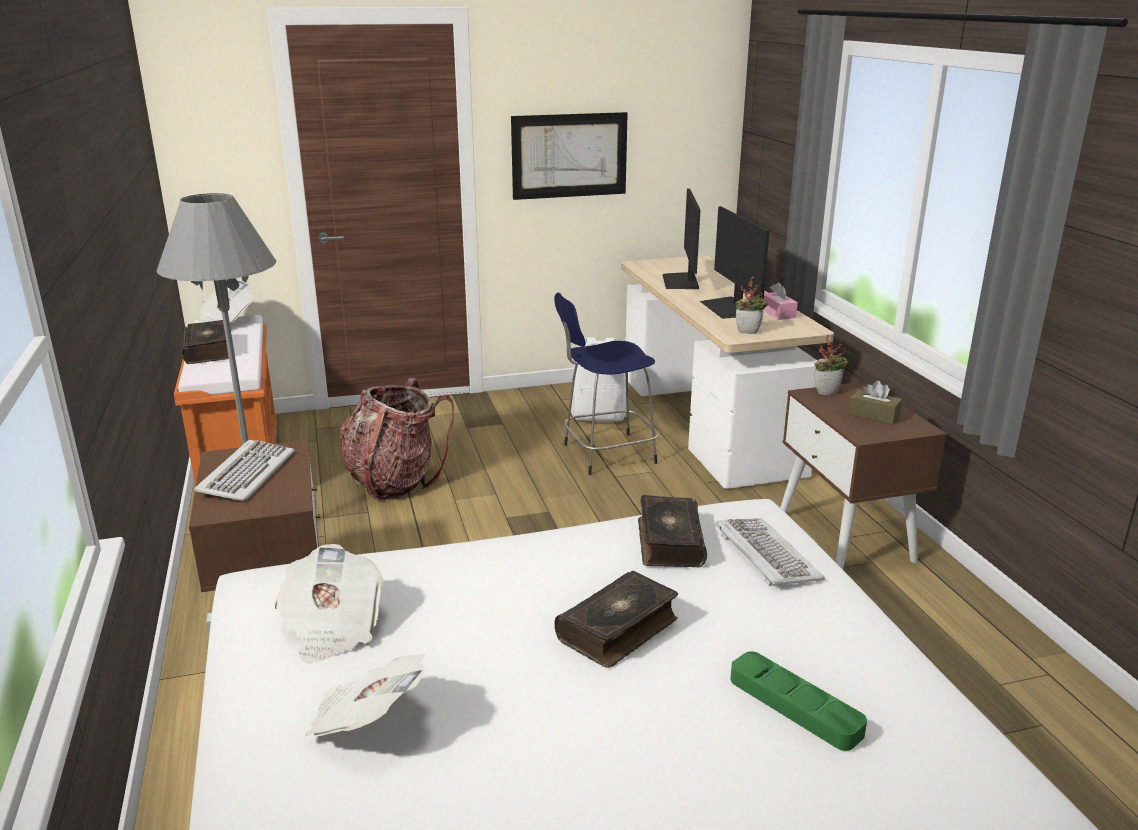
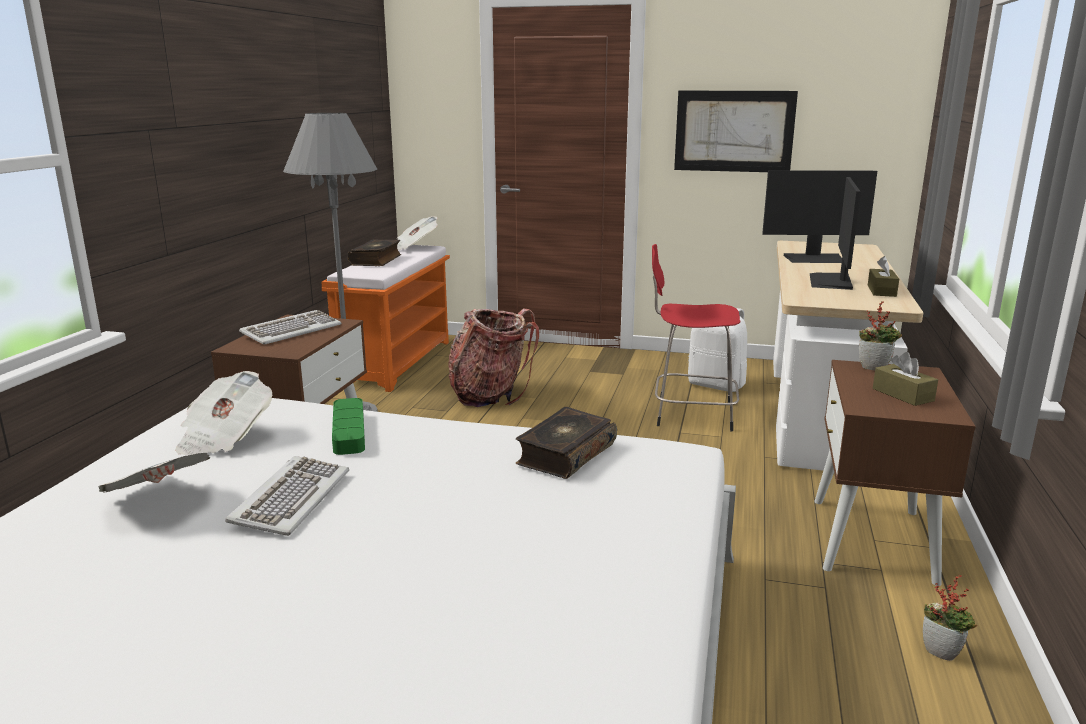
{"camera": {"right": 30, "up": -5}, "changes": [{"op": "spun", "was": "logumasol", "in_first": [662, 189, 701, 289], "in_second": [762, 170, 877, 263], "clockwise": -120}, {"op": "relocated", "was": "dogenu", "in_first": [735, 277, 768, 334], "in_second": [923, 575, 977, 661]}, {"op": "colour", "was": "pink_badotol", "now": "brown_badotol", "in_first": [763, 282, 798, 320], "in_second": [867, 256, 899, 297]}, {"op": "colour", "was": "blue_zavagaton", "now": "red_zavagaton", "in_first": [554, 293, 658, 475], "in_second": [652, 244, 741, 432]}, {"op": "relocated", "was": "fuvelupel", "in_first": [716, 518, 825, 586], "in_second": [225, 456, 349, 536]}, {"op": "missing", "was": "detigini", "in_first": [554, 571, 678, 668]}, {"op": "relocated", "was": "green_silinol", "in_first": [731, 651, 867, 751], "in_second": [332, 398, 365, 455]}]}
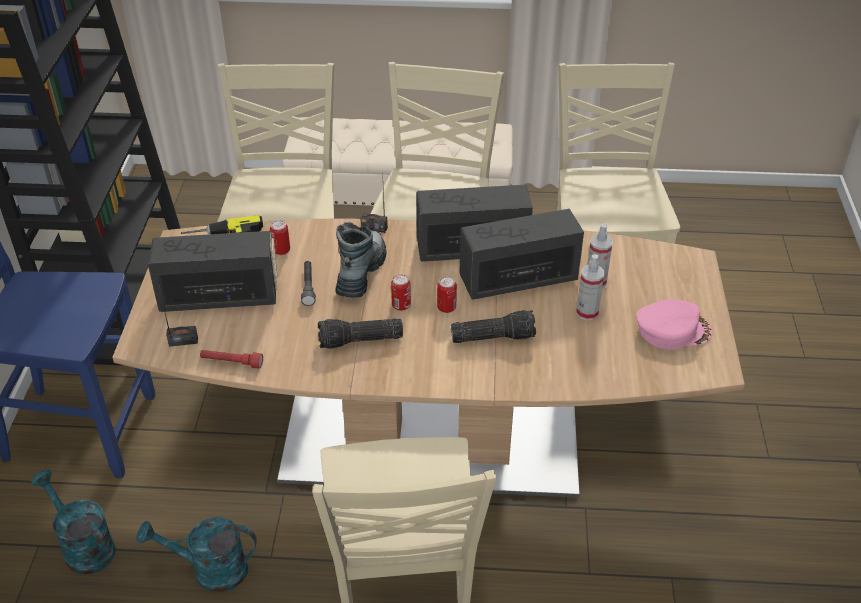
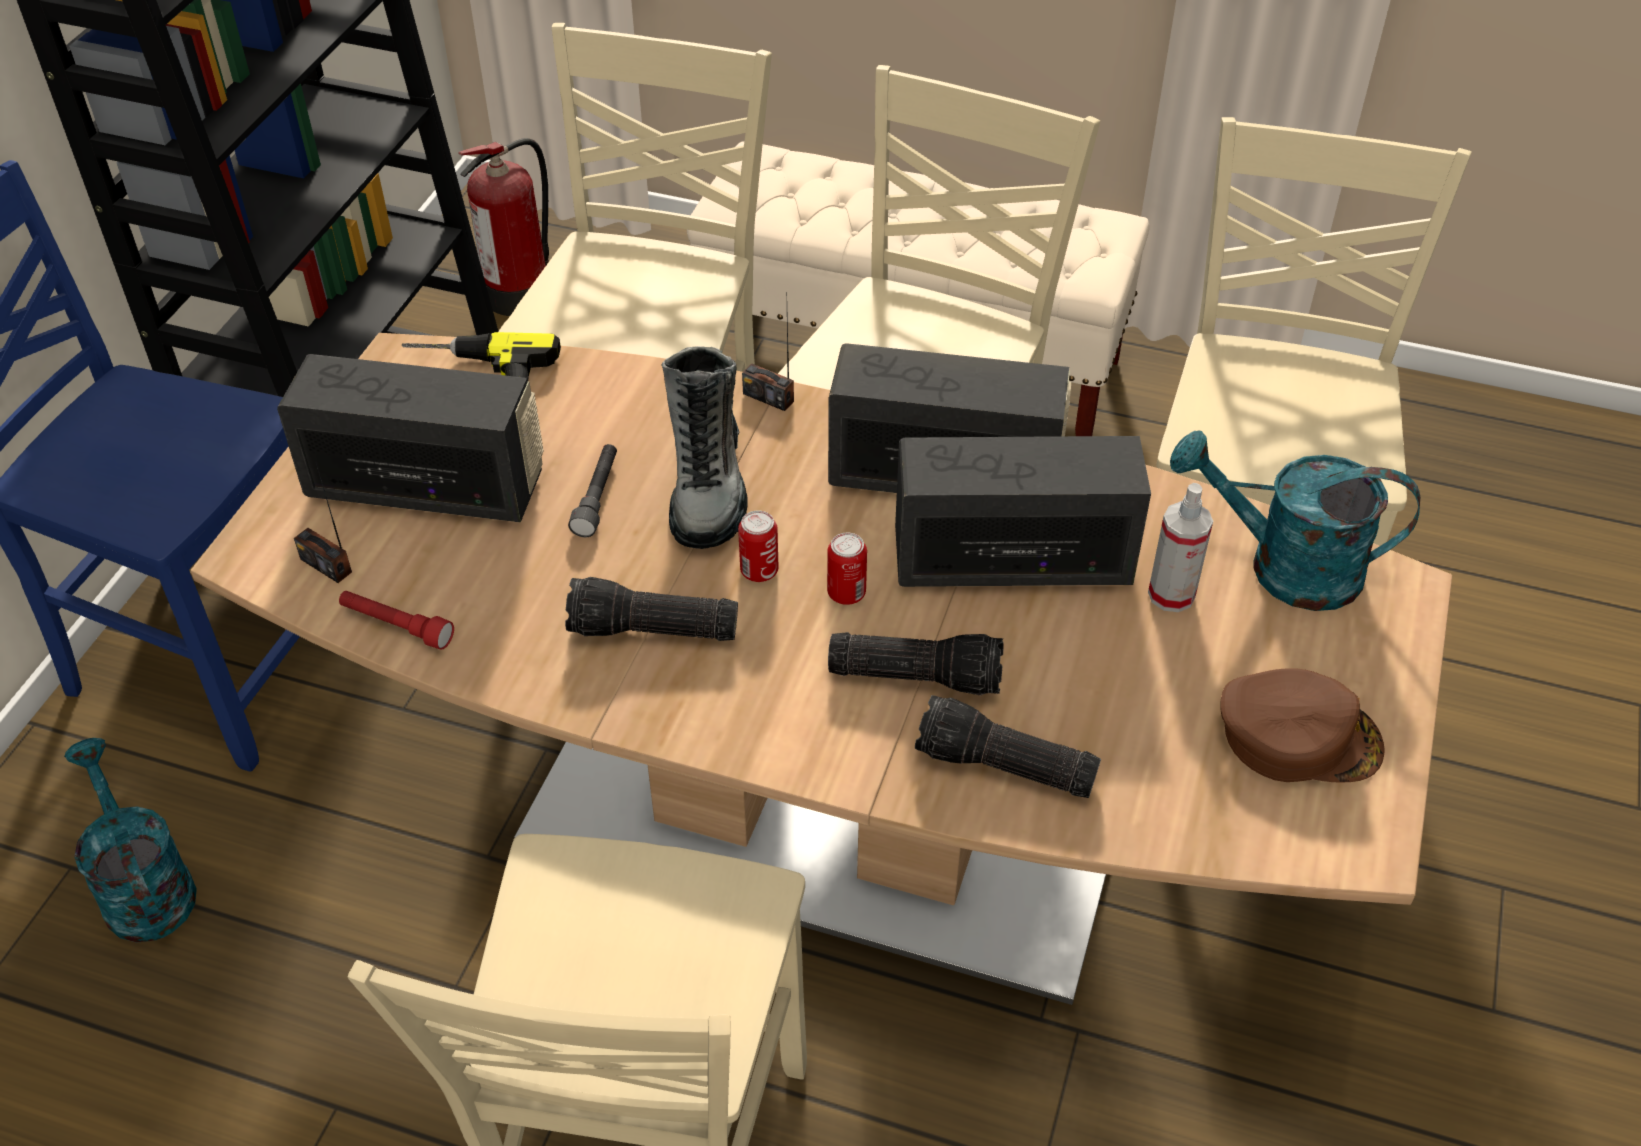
{"camera": {"right": 15, "up": 5}, "changes": [{"op": "missing", "was": "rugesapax", "in_first": [270, 220, 290, 255]}, {"op": "spun", "was": "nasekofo", "in_first": [335, 222, 386, 298], "in_second": [662, 346, 748, 549], "clockwise": 150}, {"op": "missing", "was": "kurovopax", "in_first": [576, 254, 605, 321]}, {"op": "spun", "was": "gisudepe", "in_first": [160, 292, 198, 347], "in_second": [294, 464, 352, 583], "clockwise": -150}, {"op": "colour", "was": "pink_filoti", "now": "brown_filoti", "in_first": [636, 299, 713, 350], "in_second": [1220, 668, 1385, 783]}, {"op": "relocated", "was": "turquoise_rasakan", "in_first": [137, 517, 257, 592], "in_second": [1170, 430, 1420, 611]}, {"op": "appeared", "now": "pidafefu", "in_second": [458, 138, 549, 316]}, {"op": "appeared", "now": "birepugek", "in_second": [915, 695, 1101, 798]}]}
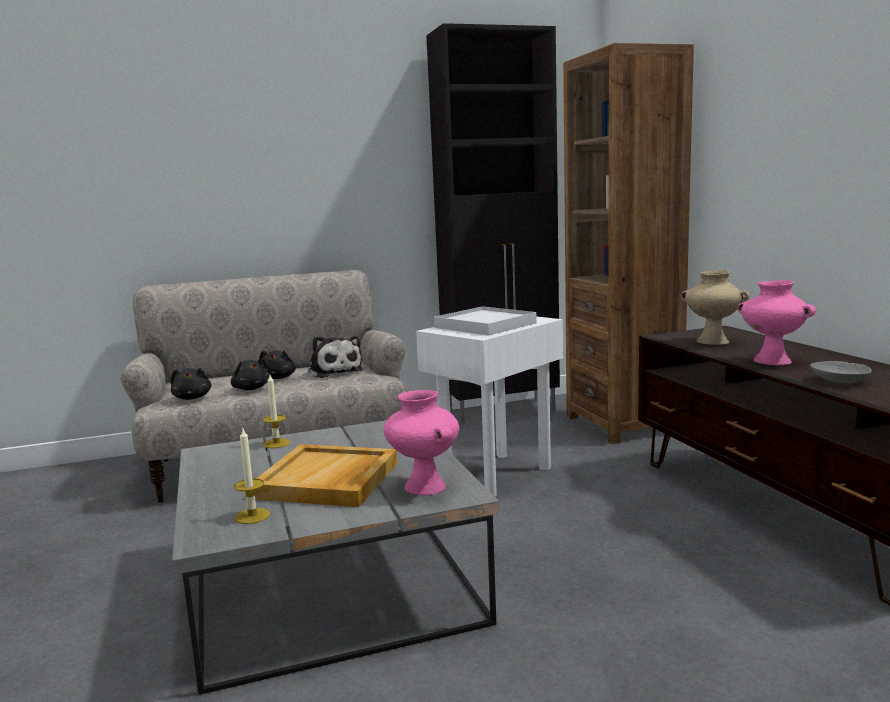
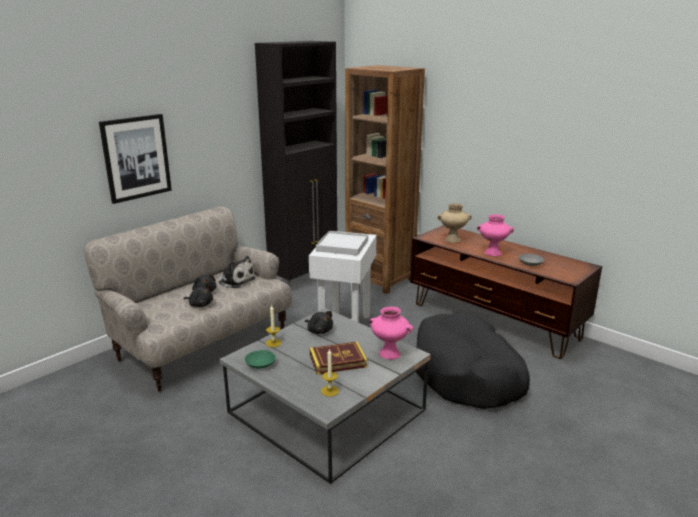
{"camera": {"right": -30, "up": 10}, "changes": [{"op": "relocated", "was": "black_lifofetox", "in_first": [171, 368, 211, 400], "in_second": [305, 311, 333, 334]}, {"op": "exchanged", "was": "beige_silinol", "now": "detigini", "in_first": [254, 444, 398, 507], "in_second": [310, 342, 367, 374]}, {"op": "appeared", "now": "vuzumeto", "in_second": [99, 114, 172, 204]}, {"op": "appeared", "now": "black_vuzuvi", "in_second": [416, 312, 530, 409]}, {"op": "appeared", "now": "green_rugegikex", "in_second": [245, 350, 276, 369]}]}
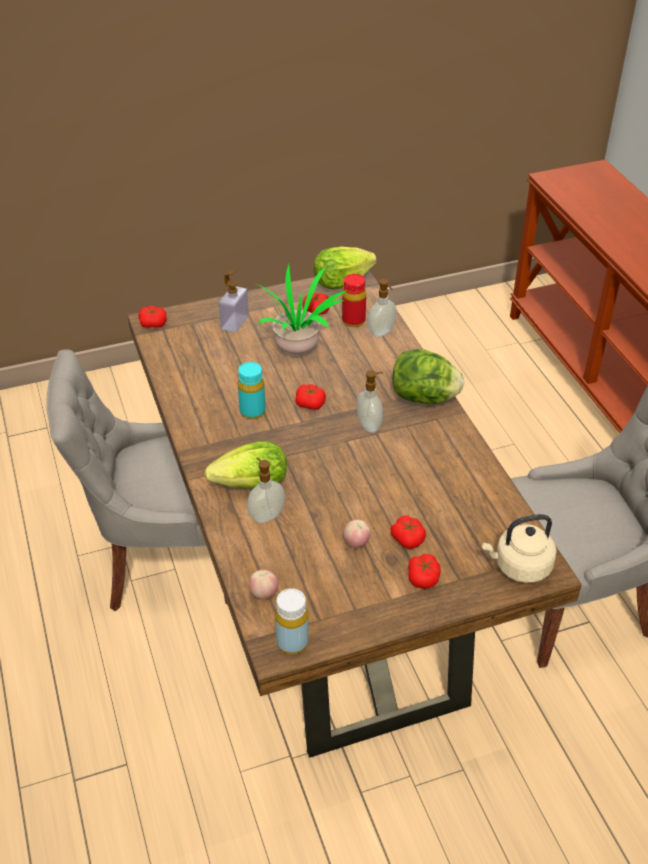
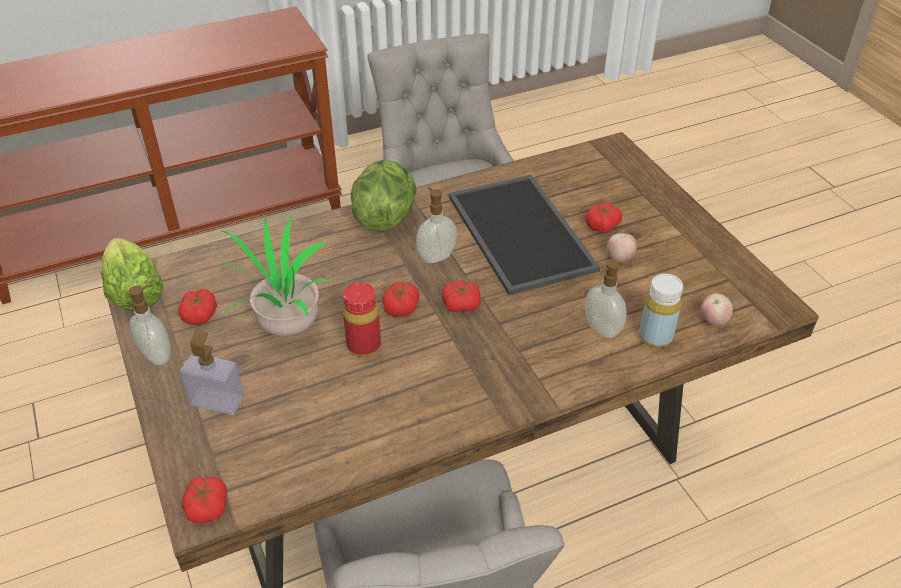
{"camera": {"right": -95, "up": 0}, "changes": [{"op": "relocated", "was": "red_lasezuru", "in_first": [342, 274, 366, 327], "in_second": [343, 283, 381, 357]}, {"op": "relocated", "was": "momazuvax", "in_first": [368, 279, 397, 337], "in_second": [128, 284, 171, 365]}, {"op": "missing", "was": "turquoise_lasezuru", "in_first": [238, 362, 266, 419]}, {"op": "missing", "was": "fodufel", "in_first": [205, 441, 287, 489]}, {"op": "missing", "was": "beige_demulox", "in_first": [482, 514, 557, 583]}, {"op": "relocated", "was": "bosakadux", "in_first": [408, 554, 441, 589], "in_second": [442, 280, 481, 312]}, {"op": "relocated", "was": "yellow_lasezuru", "in_first": [275, 588, 309, 654], "in_second": [639, 274, 683, 348]}, {"op": "appeared", "now": "silinol", "in_second": [449, 175, 600, 295]}]}
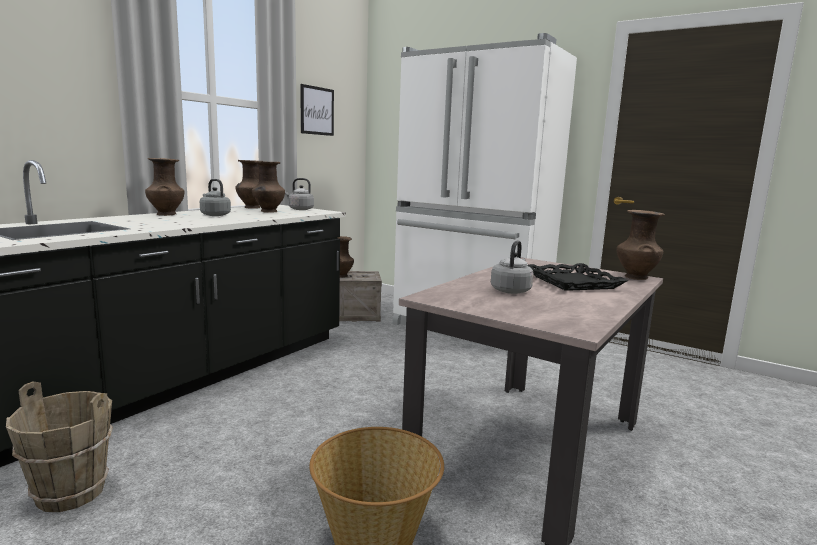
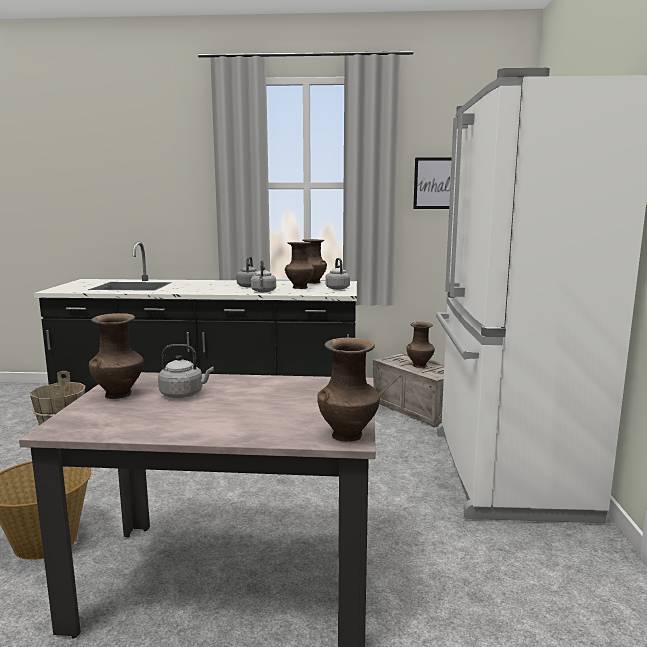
{"camera": {"right": 60, "up": 0}, "changes": [{"op": "relocated", "was": "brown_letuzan", "in_first": [145, 158, 184, 216], "in_second": [89, 313, 144, 399]}, {"op": "missing", "was": "black_silinol", "in_first": [528, 263, 628, 291]}, {"op": "appeared", "now": "grey_demulox", "in_second": [251, 260, 276, 292]}]}
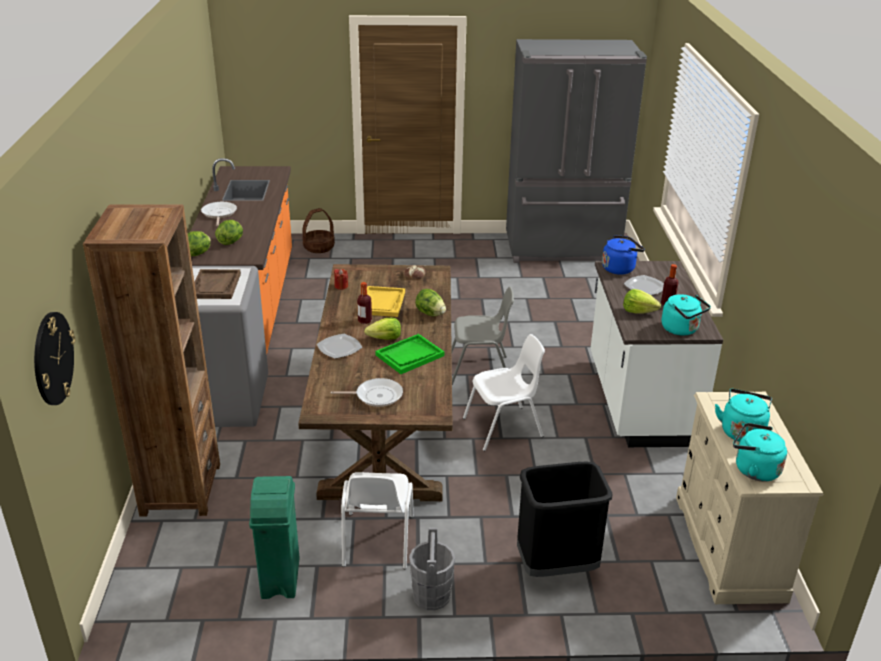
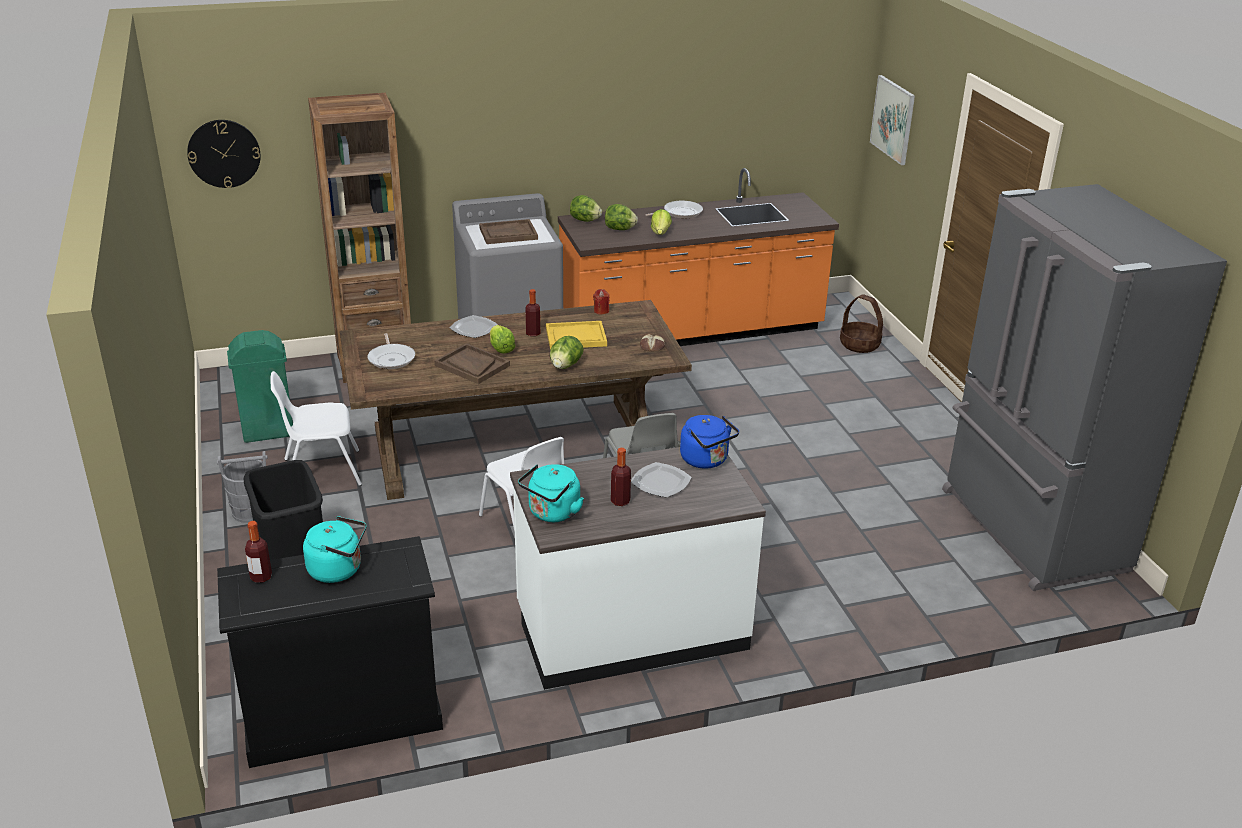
{"camera": {"right": 75, "up": 0}, "changes": [{"op": "relocated", "was": "fodufel", "in_first": [623, 289, 661, 314], "in_second": [651, 209, 672, 235]}, {"op": "colour", "was": "green_silinol", "now": "brown_silinol", "in_first": [376, 334, 444, 374], "in_second": [434, 343, 510, 384]}, {"op": "colour", "was": "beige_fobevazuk", "now": "black_fobevazuk", "in_first": [676, 392, 823, 604], "in_second": [217, 536, 443, 768]}, {"op": "exchanged", "was": "turquoise_demulox", "now": "lasezuru", "in_first": [733, 423, 787, 481], "in_second": [245, 521, 272, 583]}, {"op": "appeared", "now": "vuzumeto", "in_second": [870, 75, 915, 165]}]}
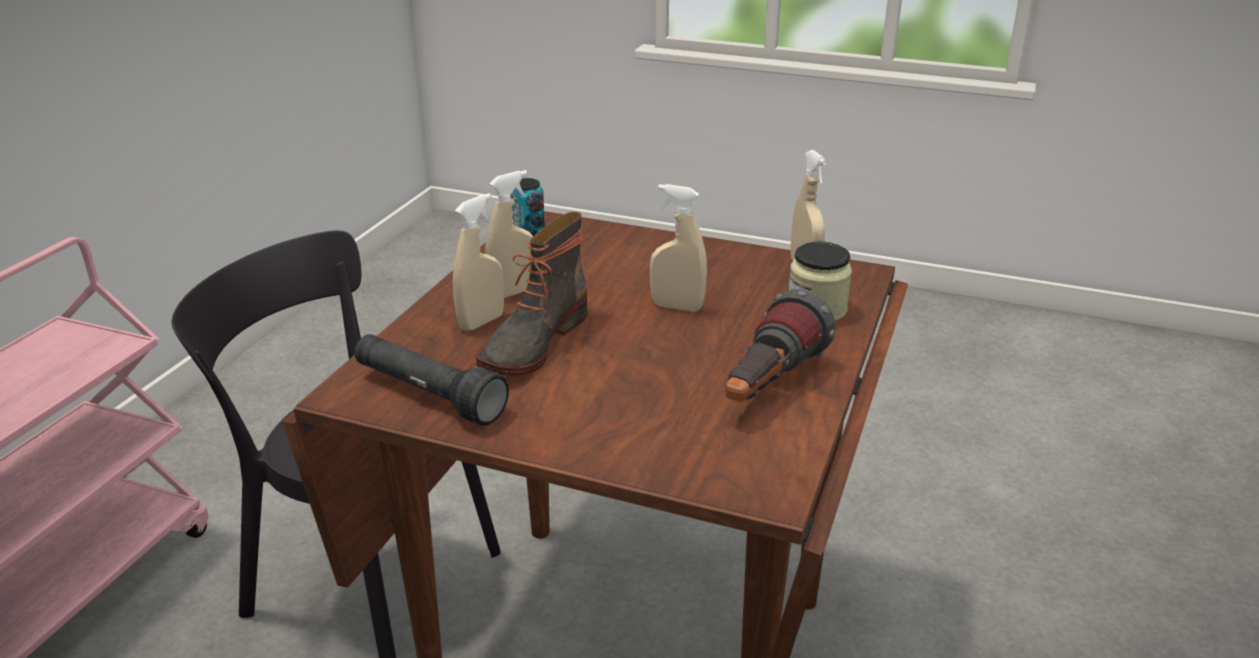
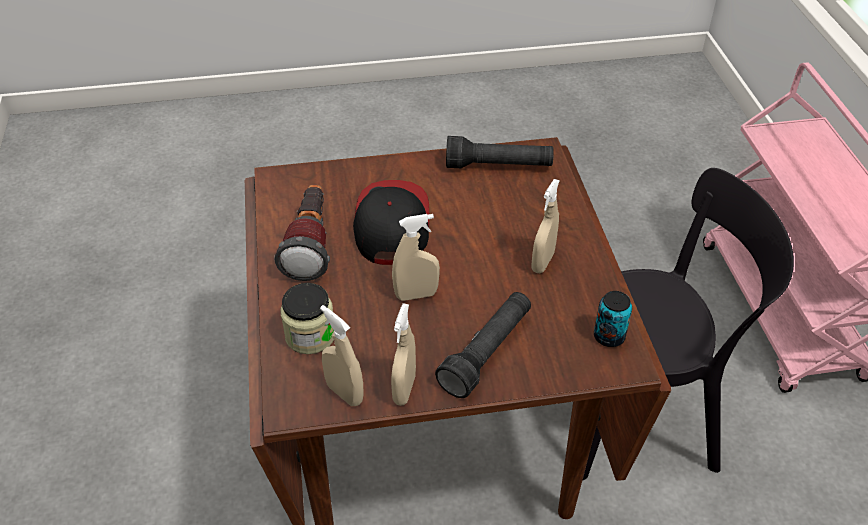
{"camera": {"right": 150, "up": 15}, "changes": [{"op": "relocated", "was": "beige_kurovopax", "in_first": [453, 193, 504, 331], "in_second": [391, 303, 416, 406]}, {"op": "missing", "was": "nasekofo", "in_first": [475, 212, 588, 376]}, {"op": "appeared", "now": "filoti", "in_second": [353, 180, 429, 265]}, {"op": "appeared", "now": "black_birepugek", "in_second": [435, 292, 531, 398]}]}
